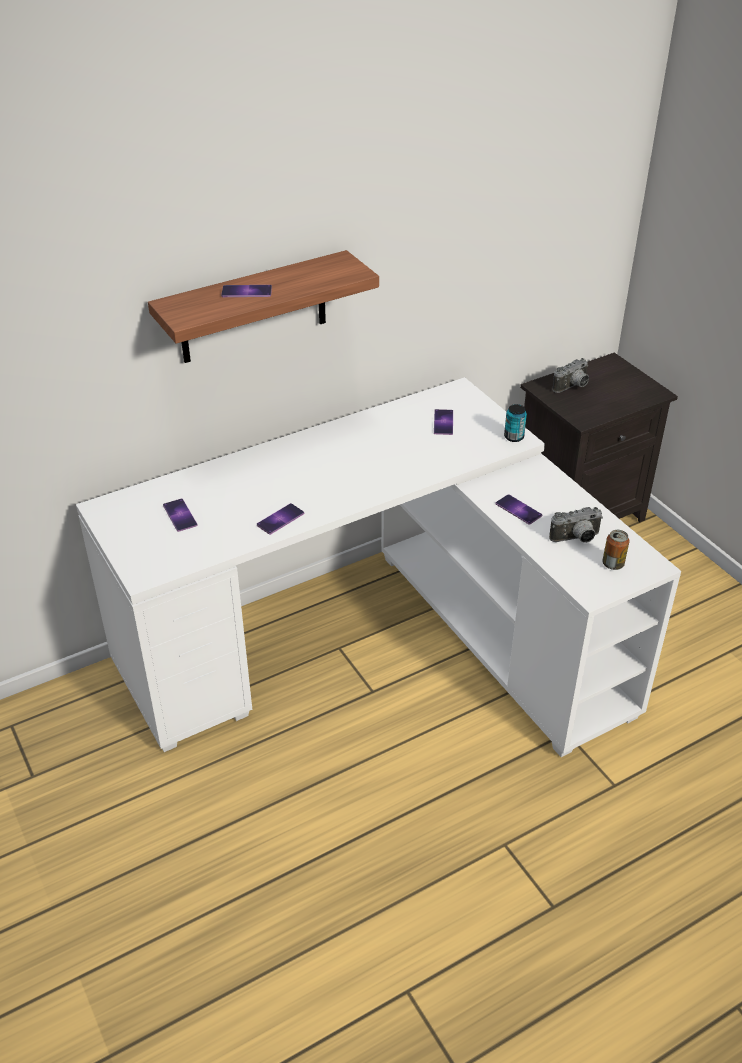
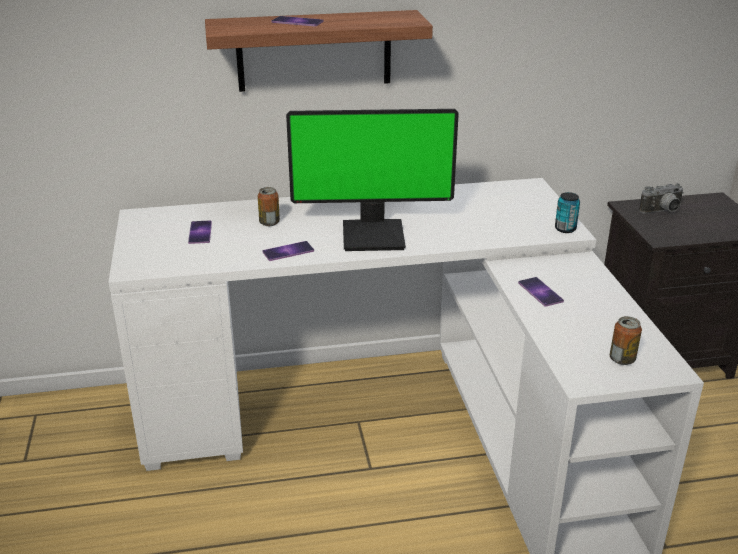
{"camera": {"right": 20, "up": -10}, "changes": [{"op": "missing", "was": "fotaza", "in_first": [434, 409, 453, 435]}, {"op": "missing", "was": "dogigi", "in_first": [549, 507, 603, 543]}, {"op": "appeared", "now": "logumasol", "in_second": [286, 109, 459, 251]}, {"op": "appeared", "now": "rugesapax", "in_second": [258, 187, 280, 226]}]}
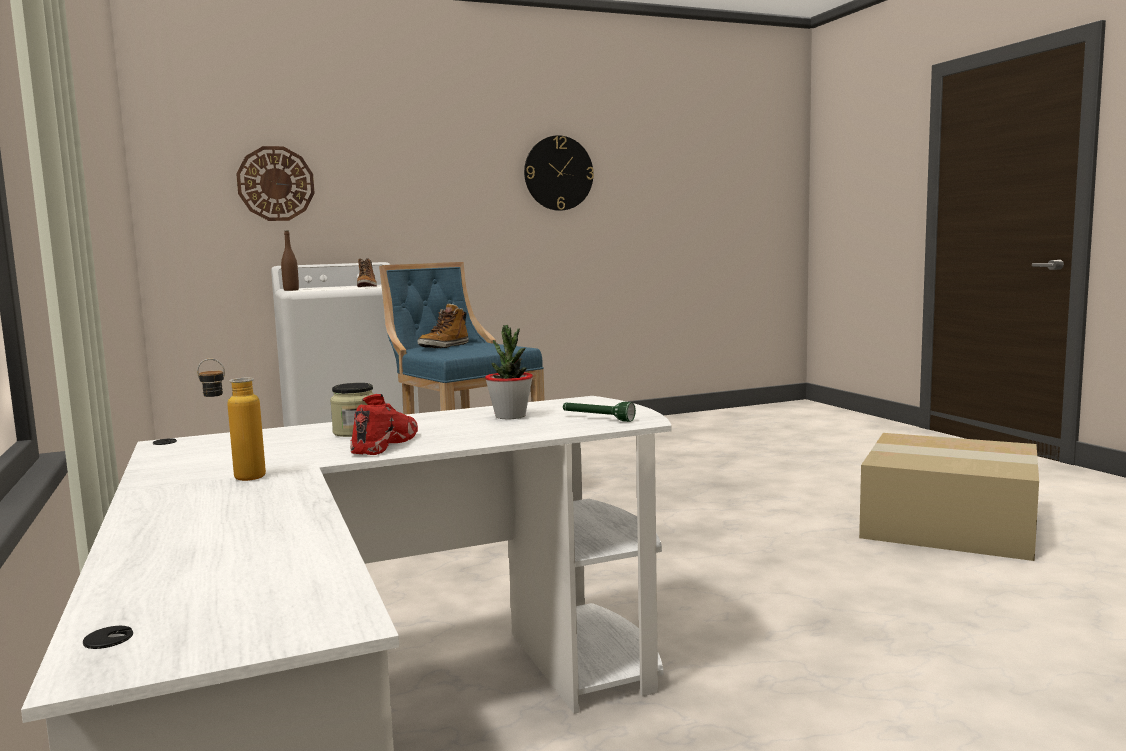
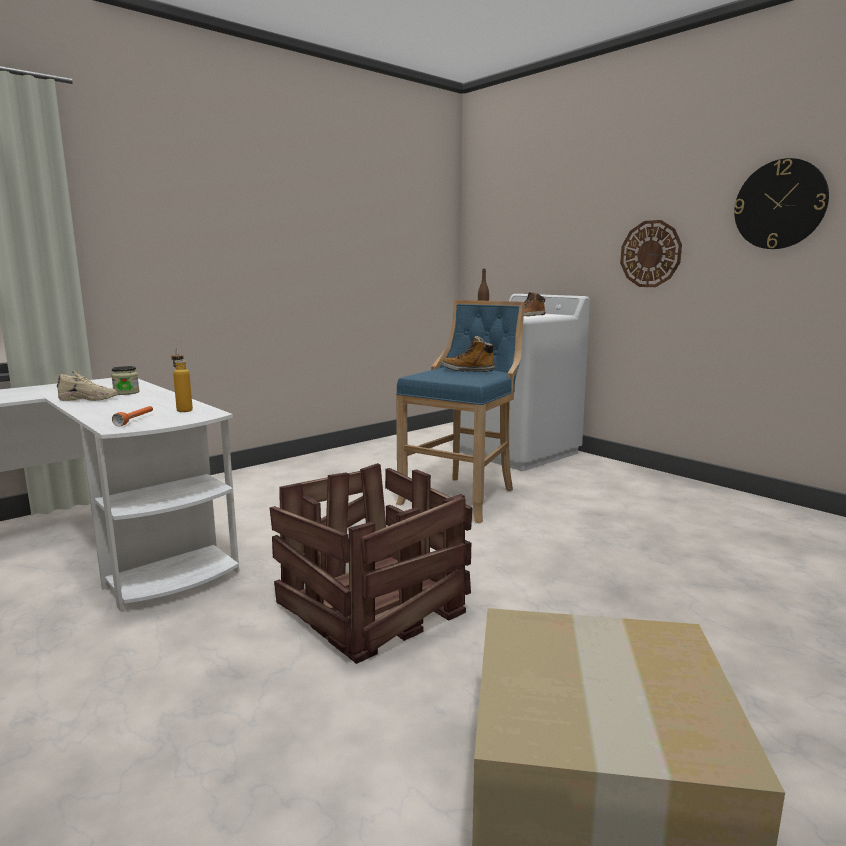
{"camera": {"right": 70, "up": 5}, "changes": [{"op": "relocated", "was": "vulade", "in_first": [236, 146, 315, 221], "in_second": [620, 220, 682, 287]}, {"op": "missing", "was": "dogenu", "in_first": [485, 325, 533, 419]}, {"op": "relocated", "was": "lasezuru", "in_first": [197, 358, 266, 481], "in_second": [171, 348, 193, 412]}, {"op": "colour", "was": "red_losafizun", "now": "beige_losafizun", "in_first": [350, 394, 418, 455], "in_second": [57, 371, 118, 401]}, {"op": "colour", "was": "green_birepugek", "now": "orange_birepugek", "in_first": [563, 402, 636, 422], "in_second": [112, 406, 153, 426]}, {"op": "appeared", "now": "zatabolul", "in_second": [270, 463, 472, 664]}]}
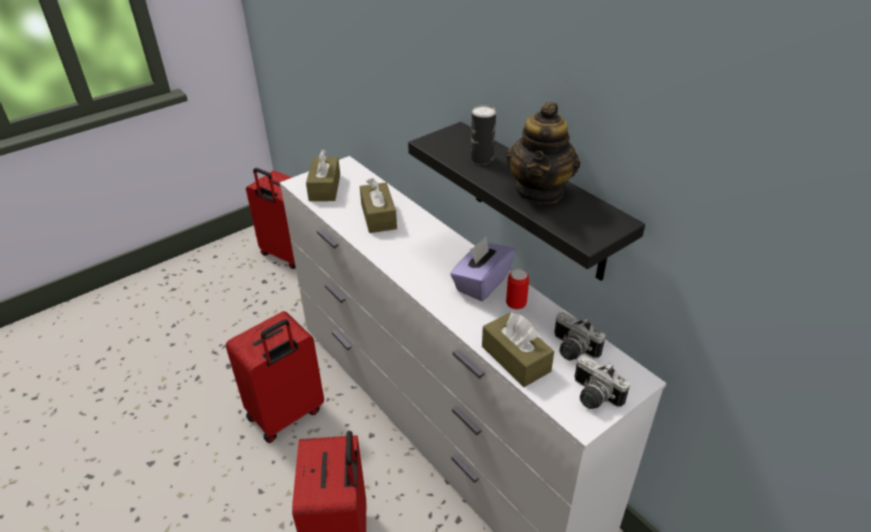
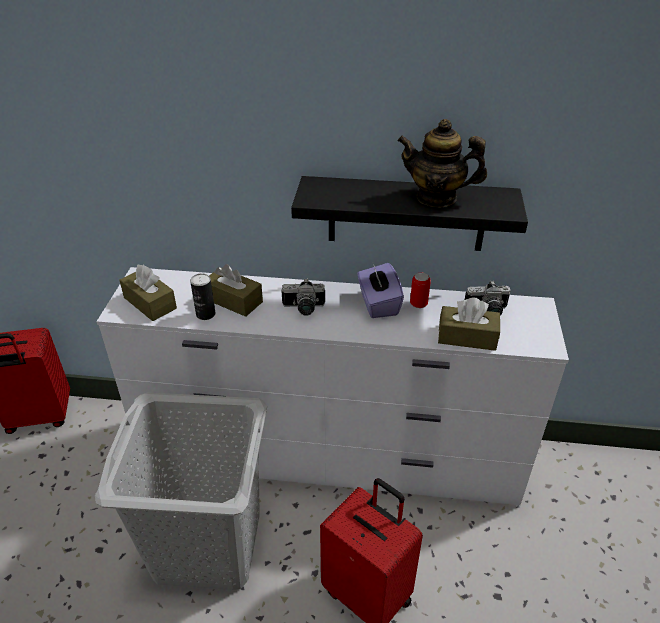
{"camera": {"right": -45, "up": 0}, "changes": [{"op": "spun", "was": "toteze", "in_first": [506, 102, 580, 204], "in_second": [398, 119, 487, 208], "clockwise": 135}, {"op": "relocated", "was": "rugesapax", "in_first": [471, 105, 496, 165], "in_second": [190, 273, 215, 320]}, {"op": "exchanged", "was": "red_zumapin", "now": "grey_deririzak", "in_first": [226, 311, 324, 443], "in_second": [95, 392, 267, 590]}, {"op": "relocated", "was": "dogigi", "in_first": [574, 355, 630, 409], "in_second": [281, 278, 325, 316]}]}
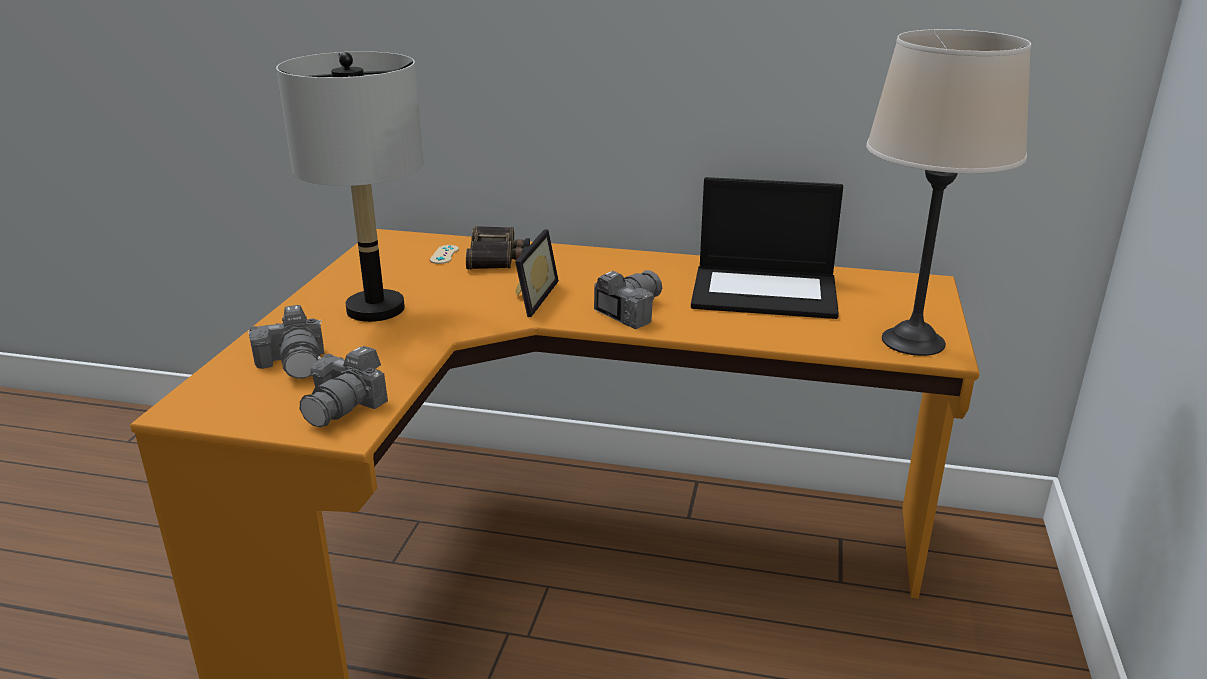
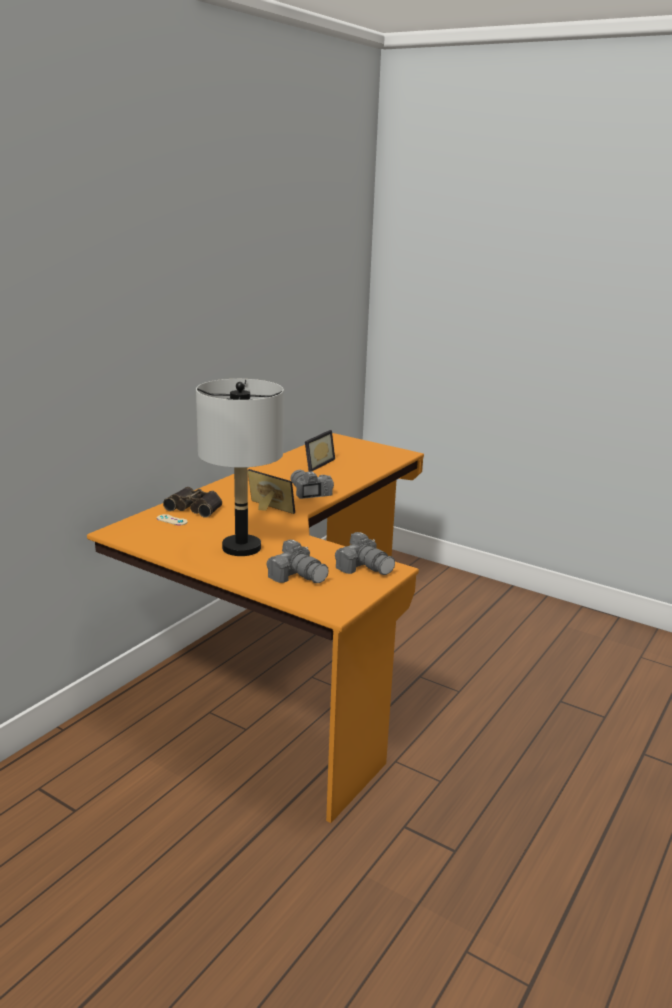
{"camera": {"right": -70, "up": -5}, "changes": [{"op": "missing", "was": "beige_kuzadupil", "in_first": [866, 29, 1031, 356]}, {"op": "exchanged", "was": "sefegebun", "now": "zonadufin", "in_first": [691, 177, 843, 319], "in_second": [305, 430, 335, 472]}, {"op": "spun", "was": "dogigi", "in_first": [248, 305, 324, 379], "in_second": [267, 540, 328, 583], "clockwise": 45}]}
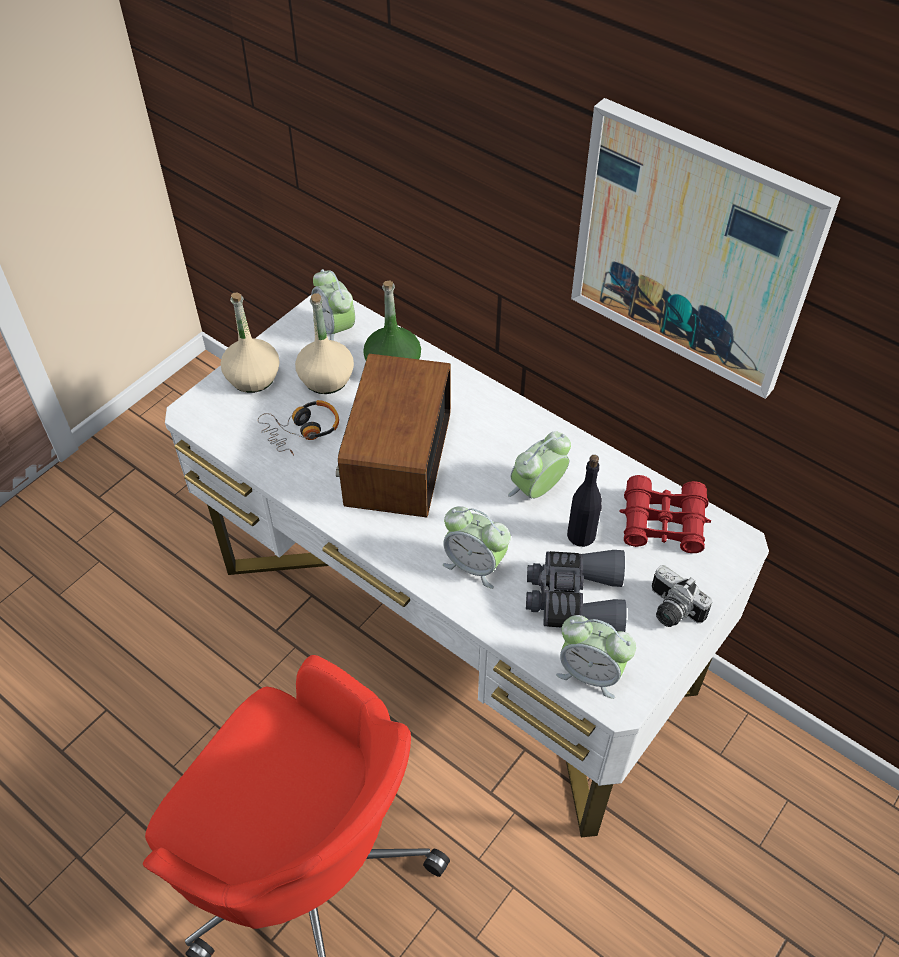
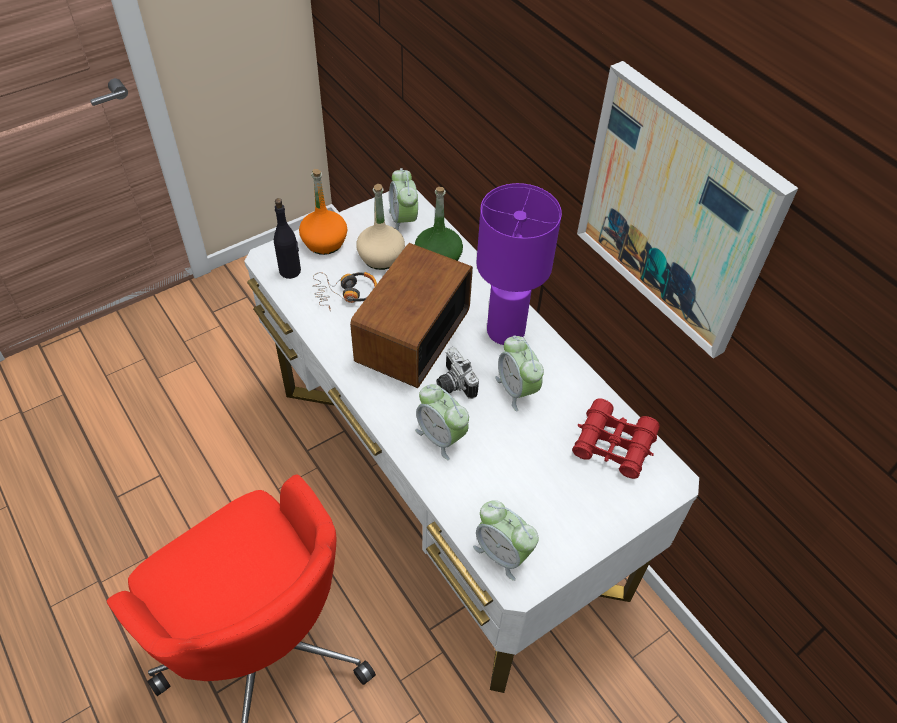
{"camera": {"right": 15, "up": 0}, "changes": [{"op": "colour", "was": "beige_lasezuru", "now": "orange_lasezuru", "in_first": [221, 292, 280, 393], "in_second": [299, 169, 347, 255]}, {"op": "spun", "was": "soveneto", "in_first": [508, 431, 571, 499], "in_second": [495, 335, 544, 412], "clockwise": -90}, {"op": "relocated", "was": "black_lasezuru", "in_first": [567, 455, 602, 547], "in_second": [274, 198, 301, 279]}, {"op": "missing", "was": "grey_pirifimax", "in_first": [526, 550, 627, 632]}, {"op": "relocated", "was": "dogigi", "in_first": [652, 565, 712, 627], "in_second": [437, 347, 479, 399]}, {"op": "appeared", "now": "purple_kuzadupil", "in_second": [476, 183, 562, 345]}]}
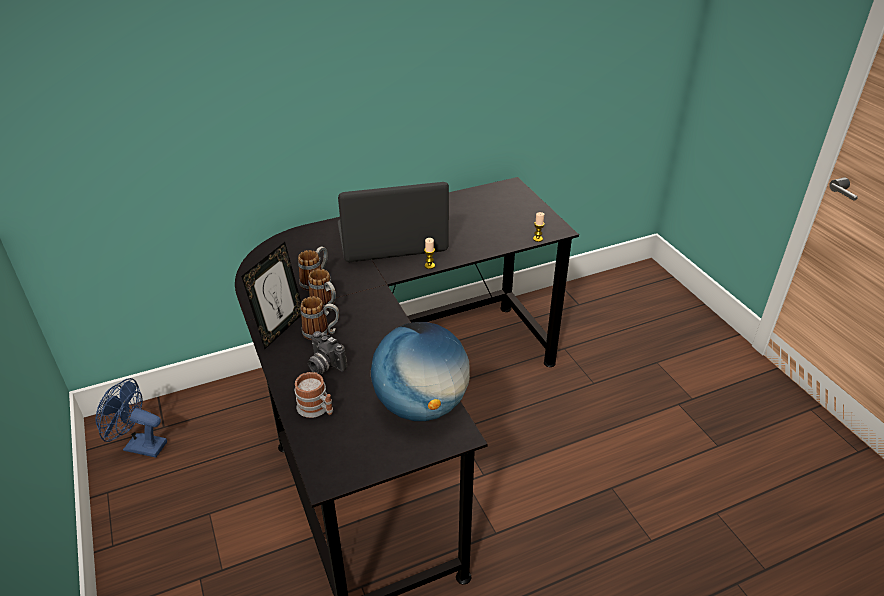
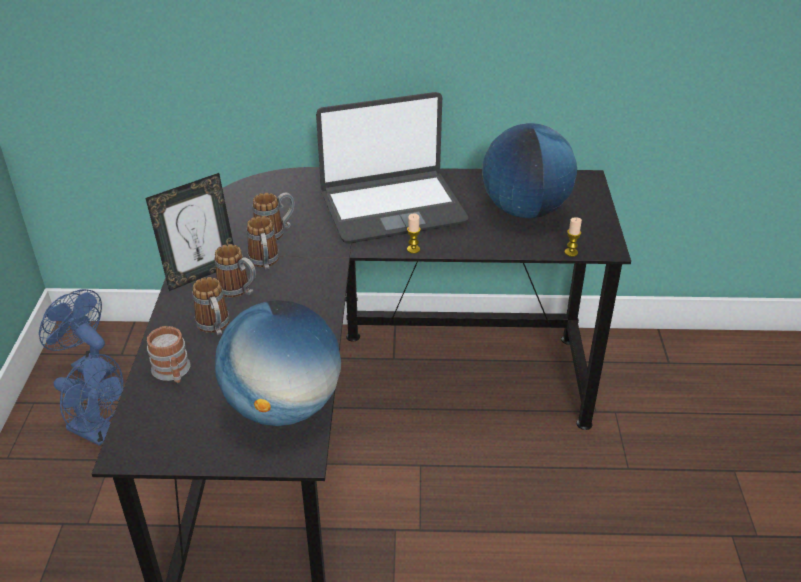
{"camera": {"right": 25, "up": 0}, "changes": [{"op": "spun", "was": "sefegebun", "in_first": [338, 182, 449, 262], "in_second": [316, 92, 468, 244], "clockwise": 150}, {"op": "exchanged", "was": "dogigi", "now": "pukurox", "in_first": [308, 331, 347, 374], "in_second": [192, 277, 230, 335]}, {"op": "appeared", "now": "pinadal", "in_second": [482, 123, 577, 218]}, {"op": "appeared", "now": "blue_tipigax", "in_second": [54, 354, 124, 446]}]}
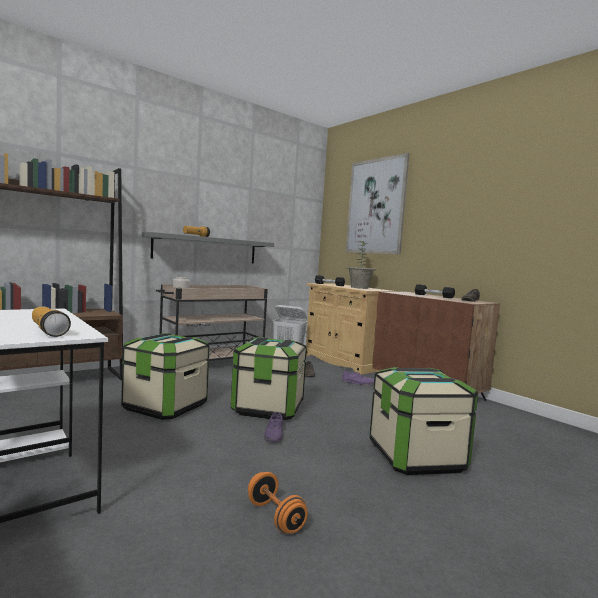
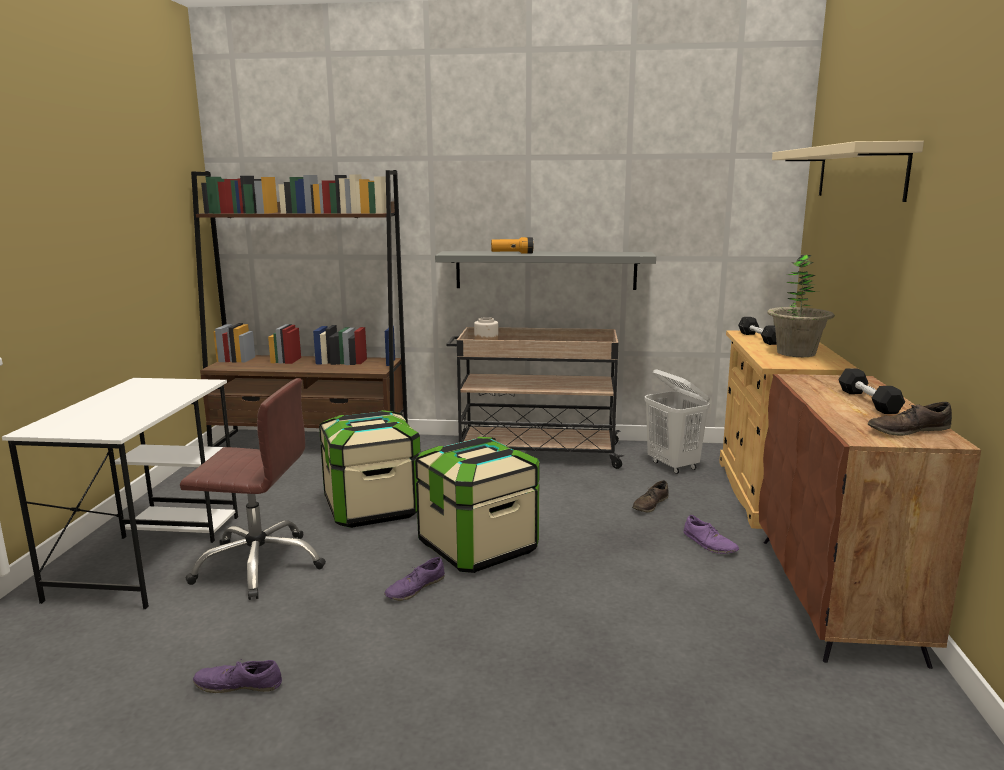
{"camera": {"right": 45, "up": 10}, "changes": [{"op": "exchanged", "was": "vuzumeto", "now": "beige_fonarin", "in_first": [346, 153, 410, 254], "in_second": [772, 141, 924, 202]}, {"op": "missing", "was": "birepugek", "in_first": [32, 307, 71, 337]}, {"op": "missing", "was": "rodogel", "in_first": [369, 367, 478, 475]}, {"op": "exchanged", "was": "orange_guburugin", "now": "purple_losafizun", "in_first": [248, 472, 308, 533], "in_second": [193, 660, 282, 693]}, {"op": "appeared", "now": "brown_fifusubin", "in_second": [180, 378, 326, 600]}]}
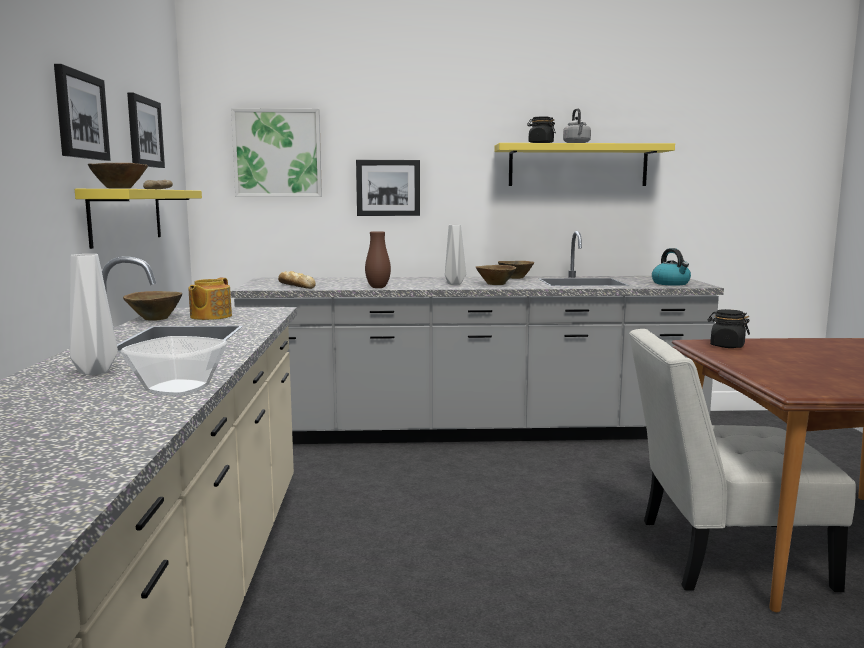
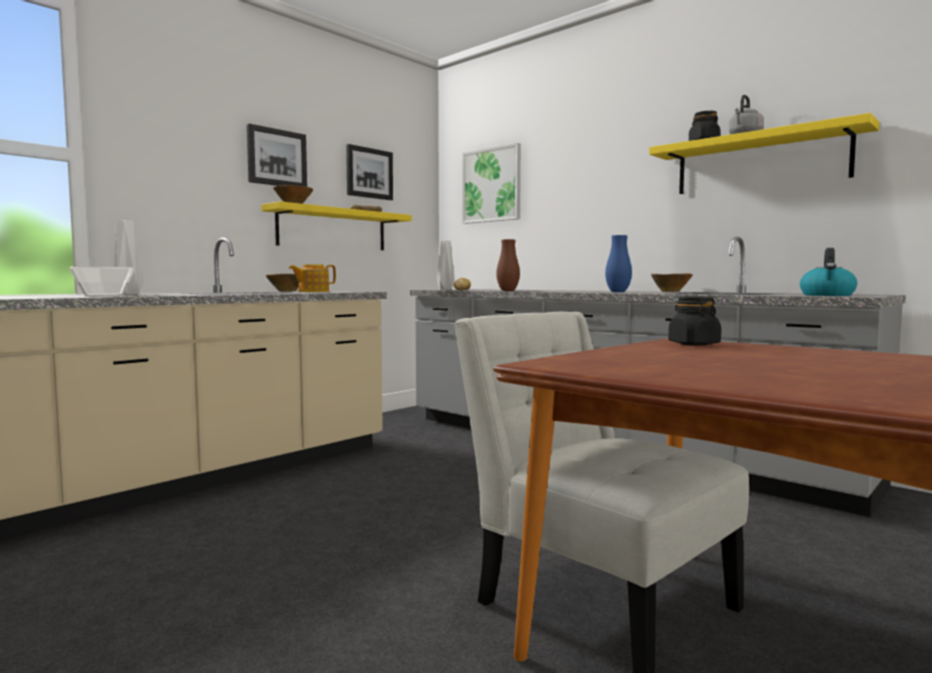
{"camera": {"right": 45, "up": -5}, "changes": [{"op": "missing", "was": "vuzumeto", "in_first": [356, 160, 420, 216]}, {"op": "relocated", "was": "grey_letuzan", "in_first": [445, 225, 466, 285], "in_second": [437, 241, 455, 290]}, {"op": "exchanged", "was": "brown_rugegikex", "now": "blue_letuzan", "in_first": [476, 265, 516, 285], "in_second": [605, 235, 632, 292]}]}
